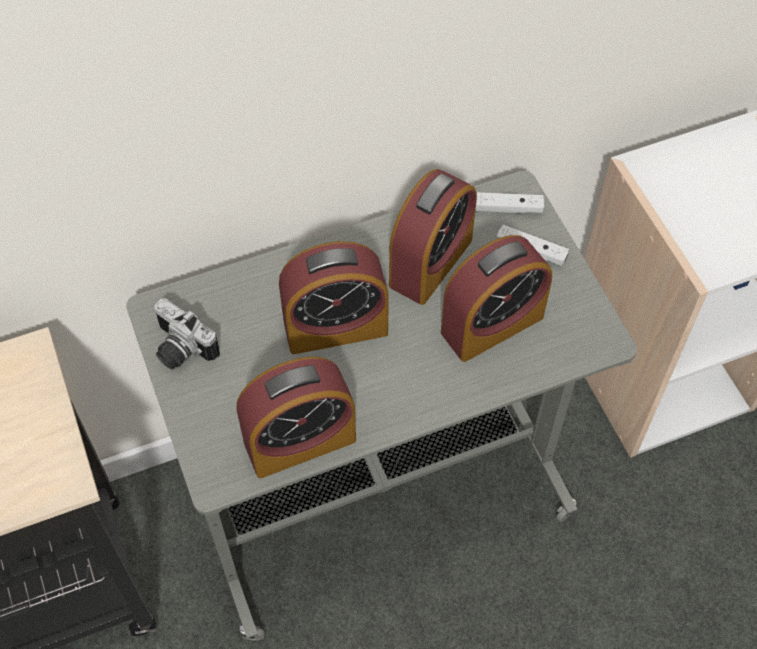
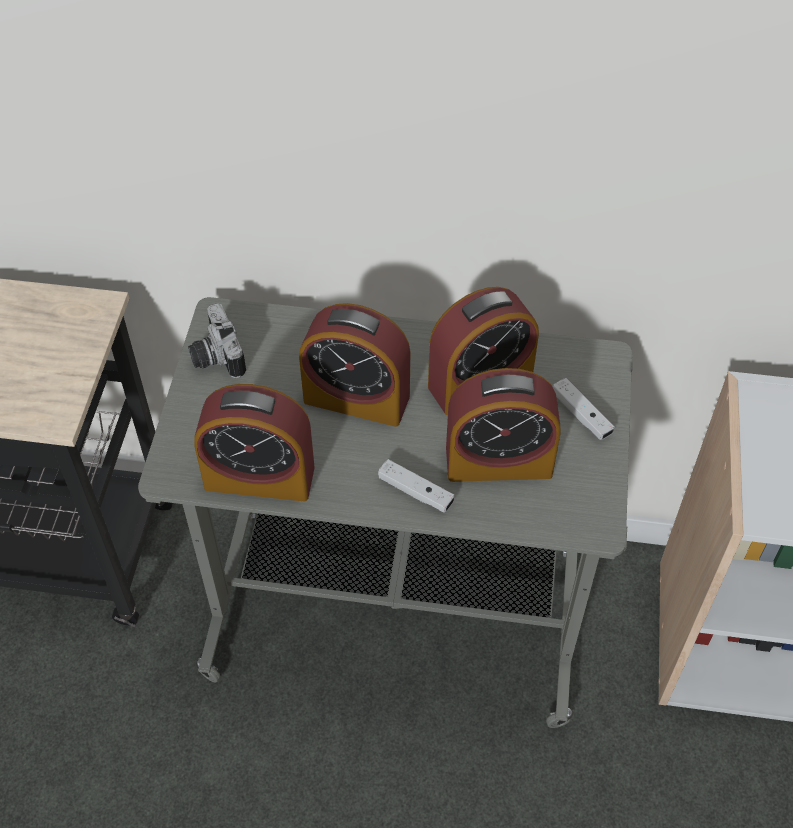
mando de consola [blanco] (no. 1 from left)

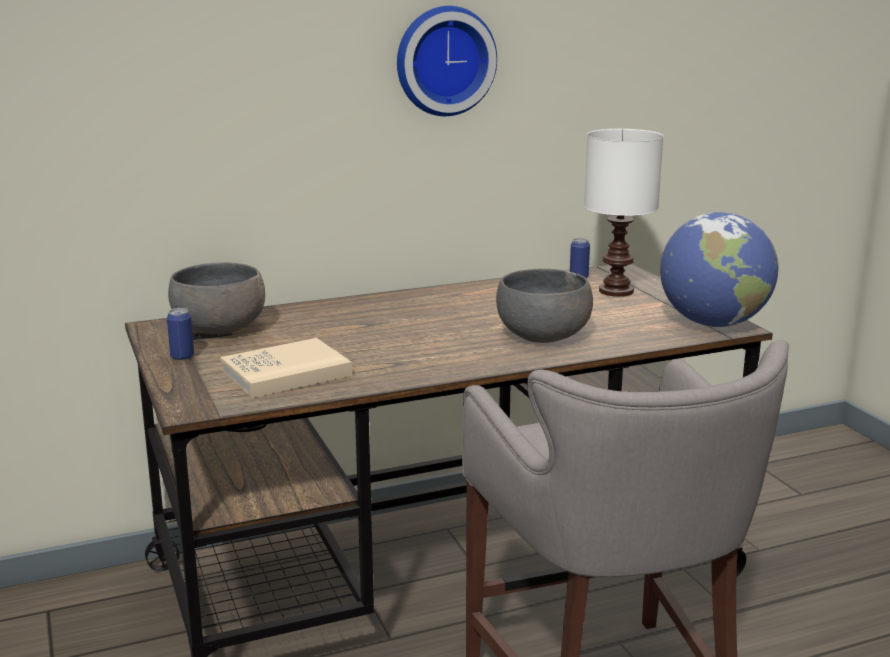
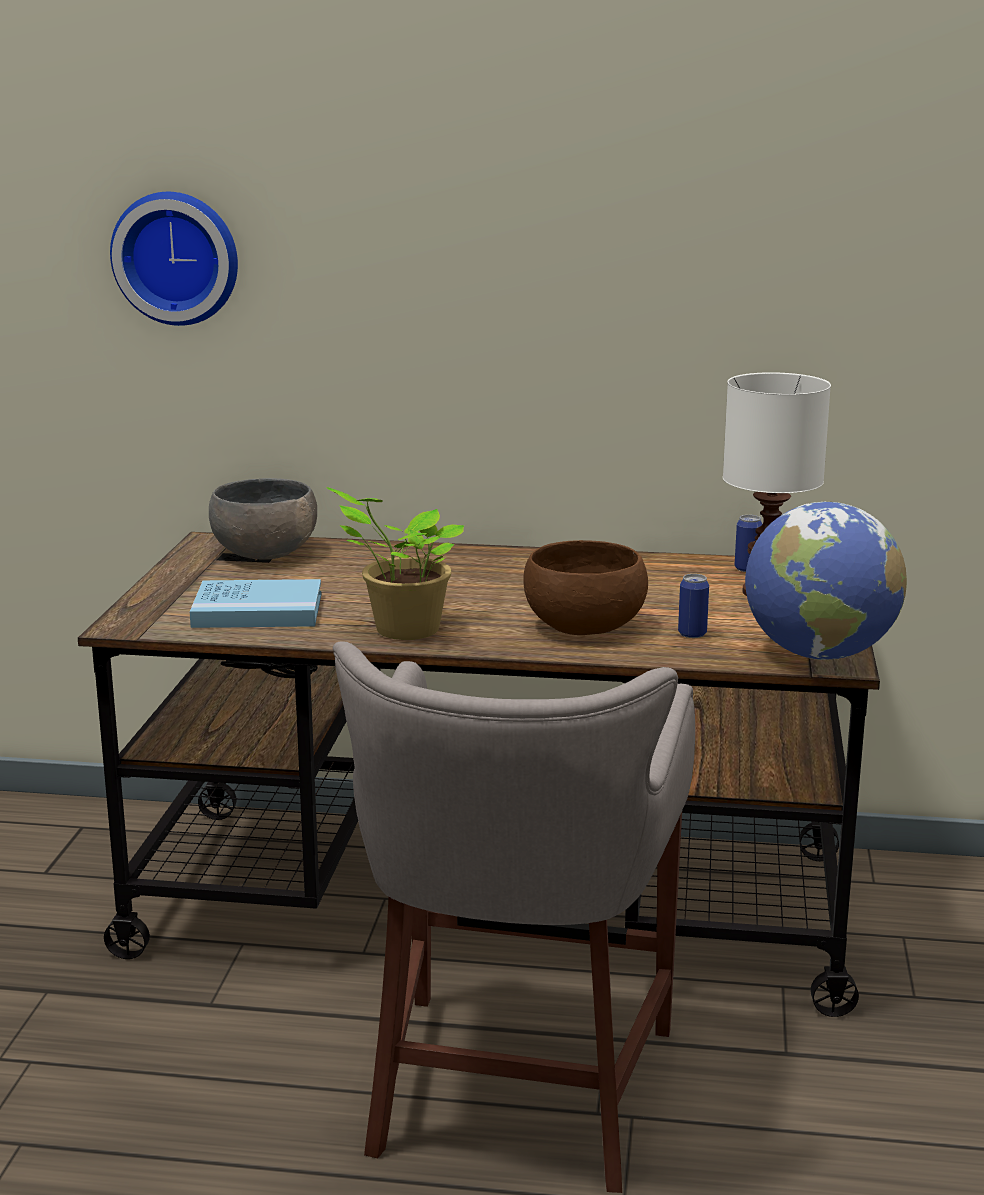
reloj de pared
cuenco [marrón]
lata (no. 1 from left)
libro [azul]
planta en maceta

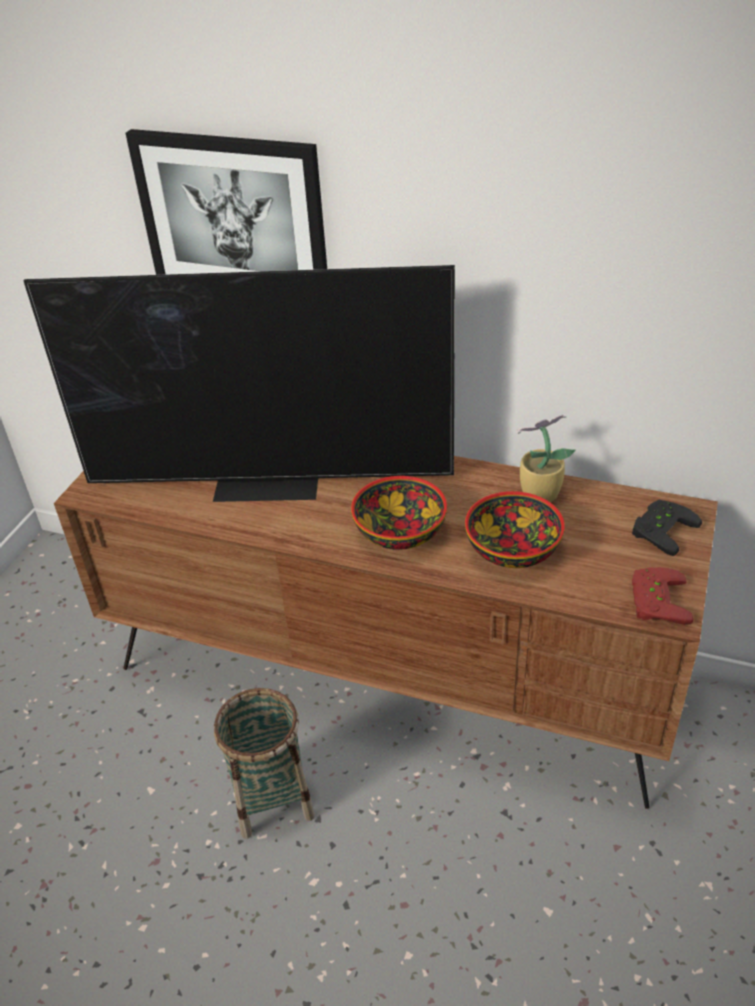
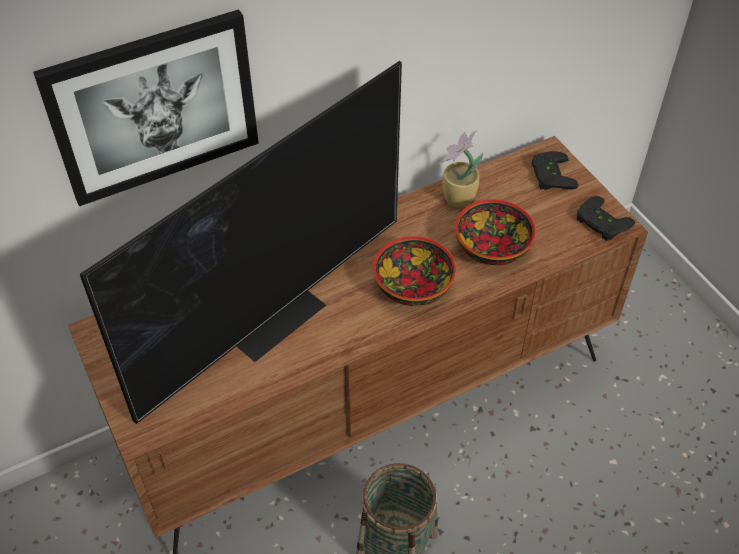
mando de consola [negro] (no. 2 from left)

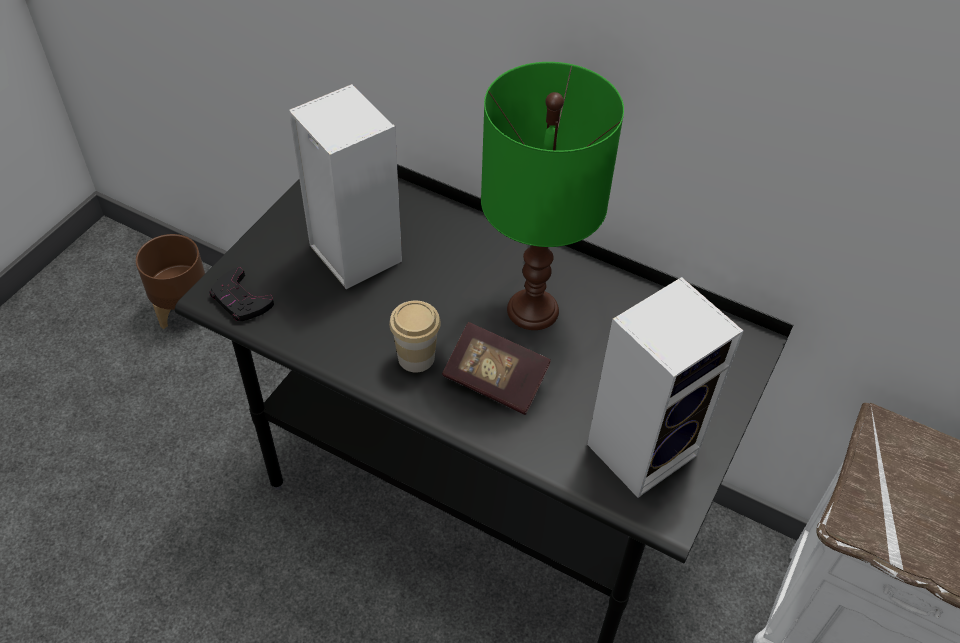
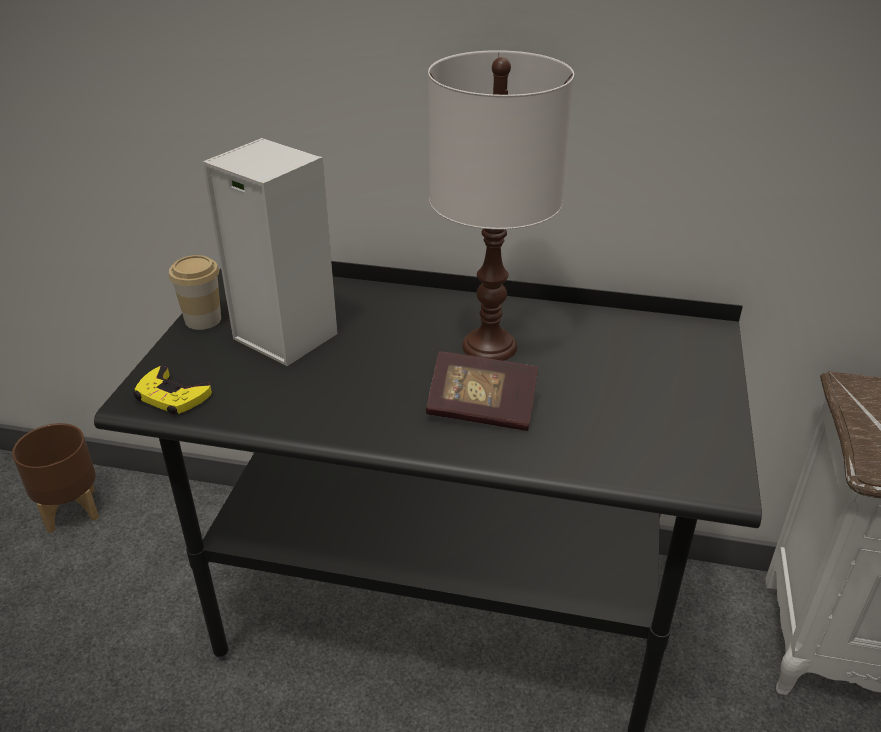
lámpara de mesa [blanco]
mando de consola [amarillo]
altavoz (no. 2 from left in the first image)
taza

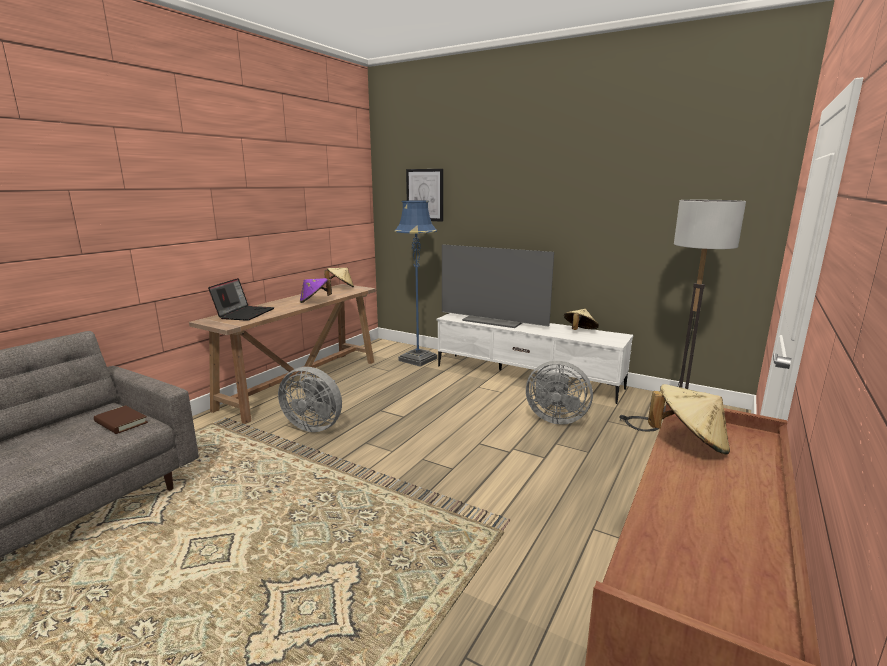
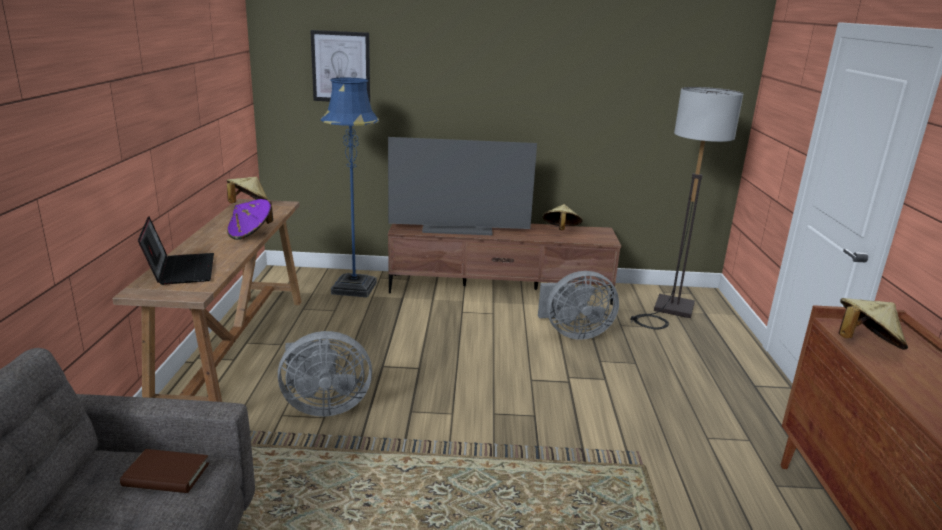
mueble de televisión [marrón]

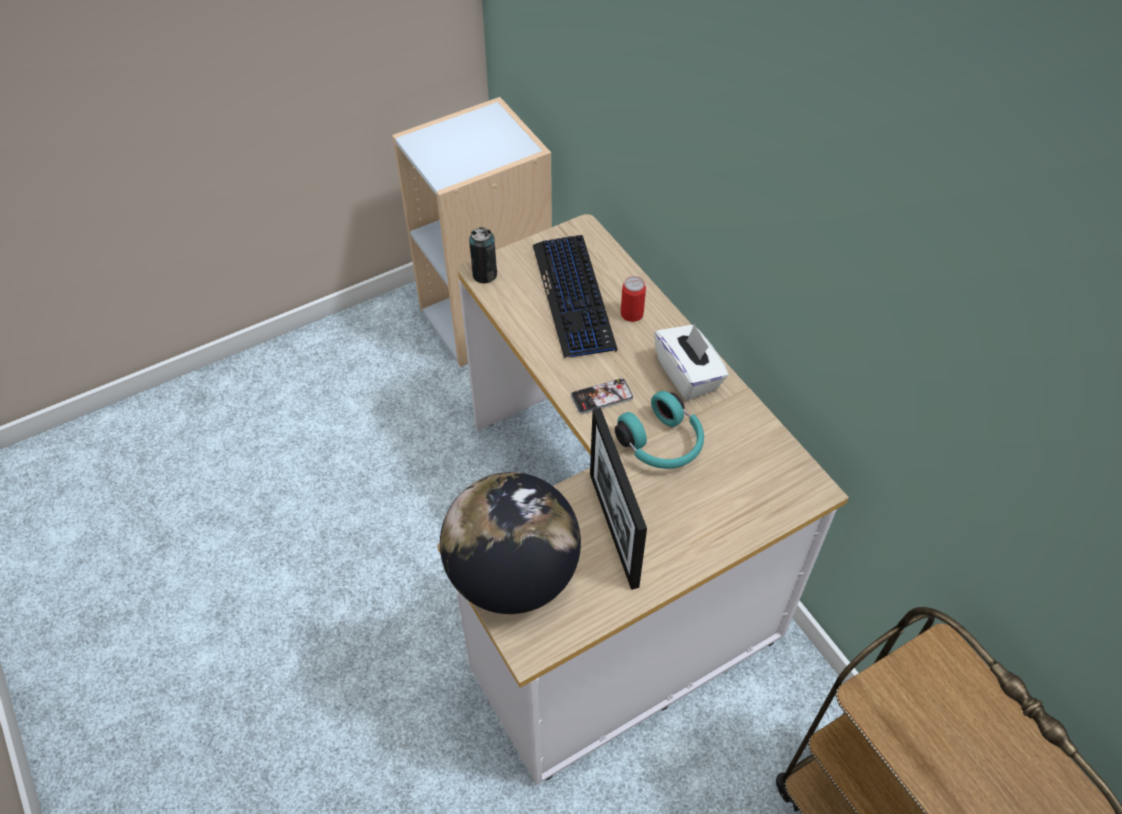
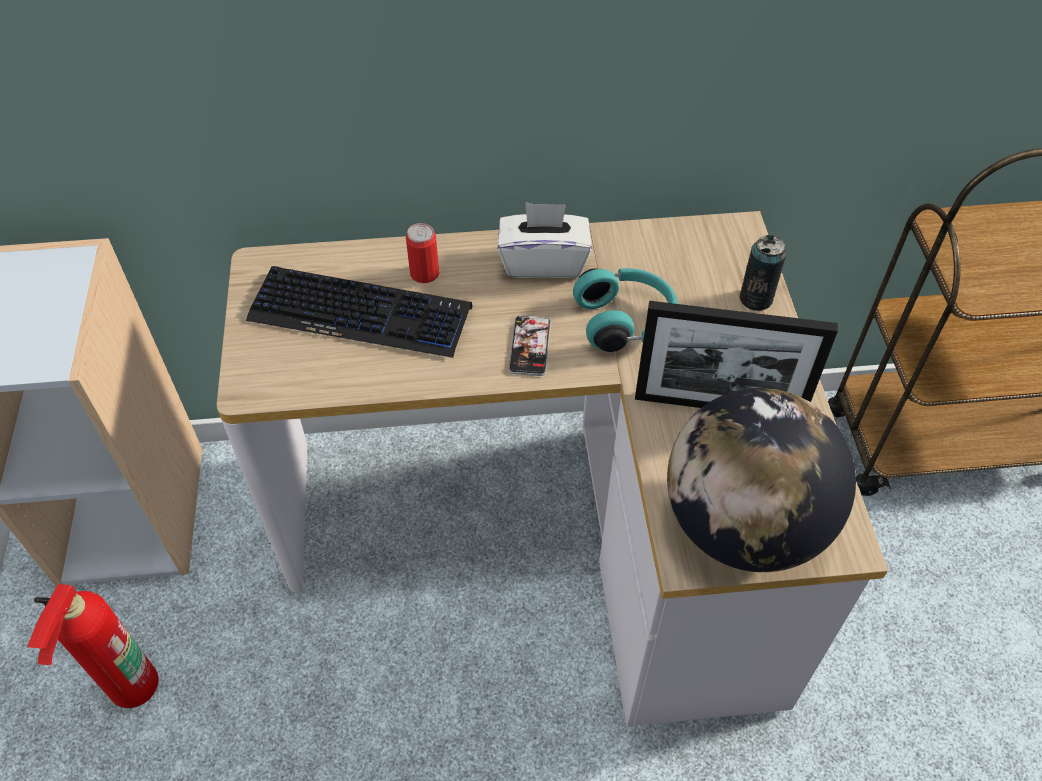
lata (no. 2 from left)
extintor

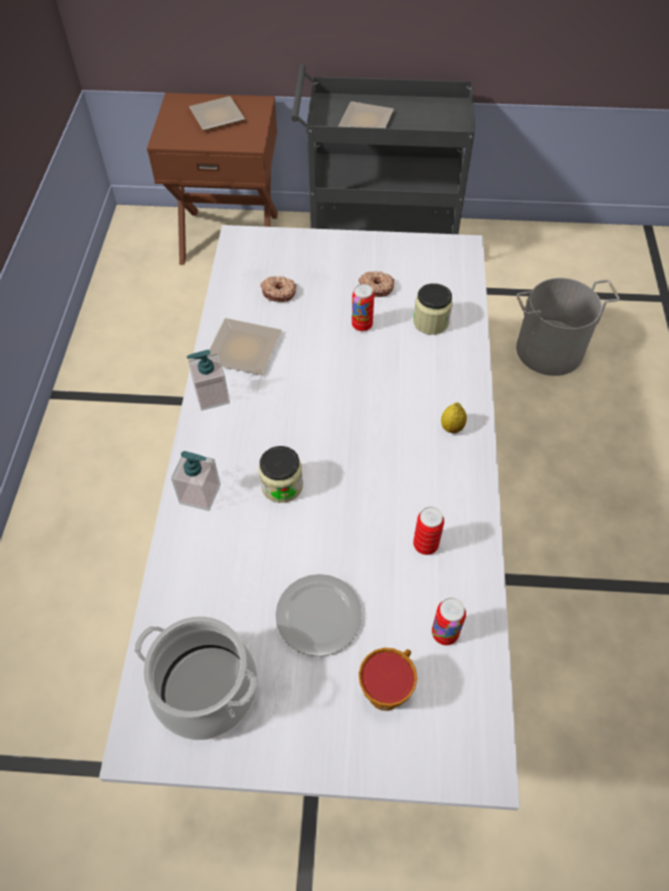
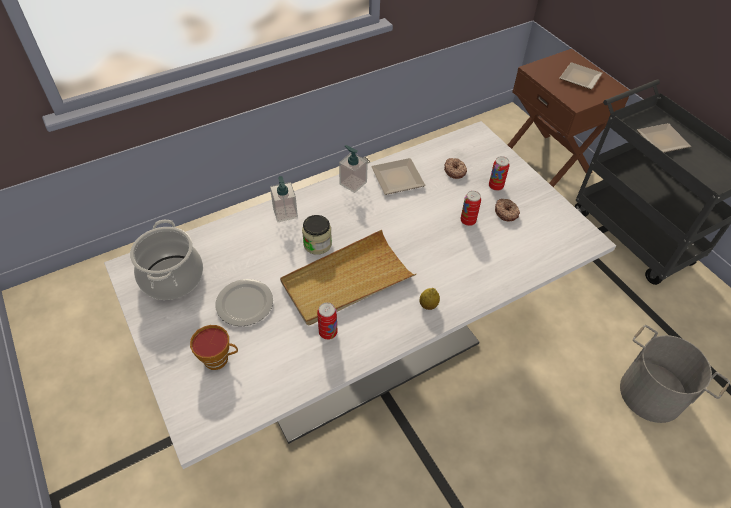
tarro (no. 2 from left in the first image)
lata (no. 3 from left)
bandeja [beis]

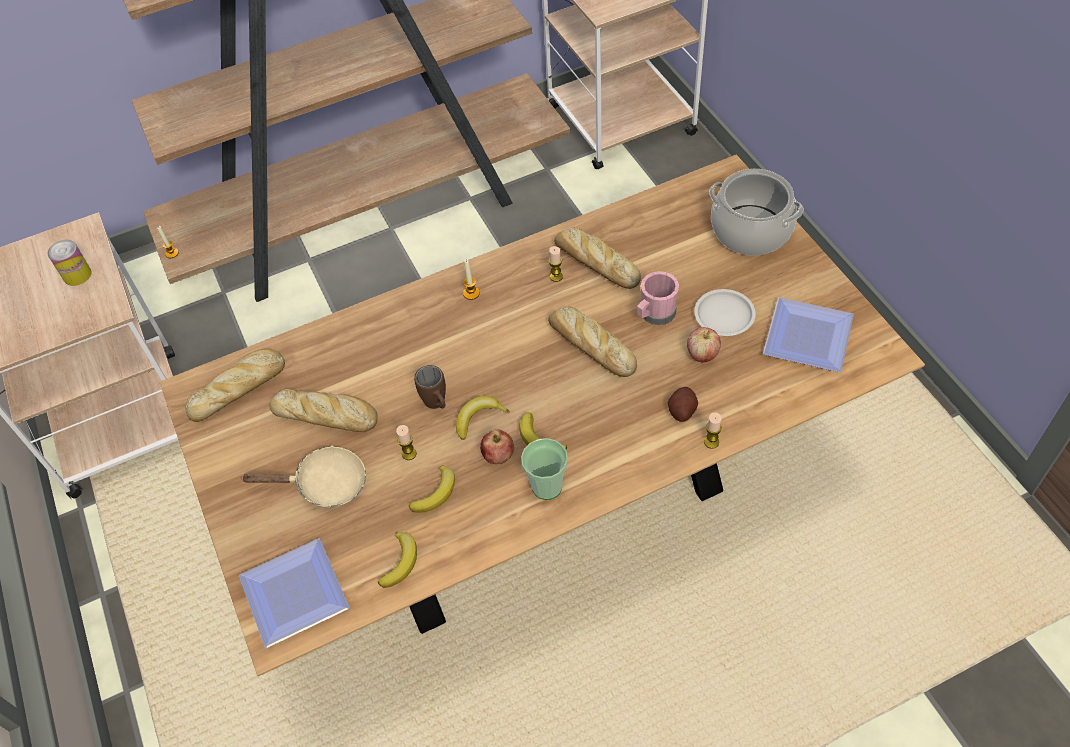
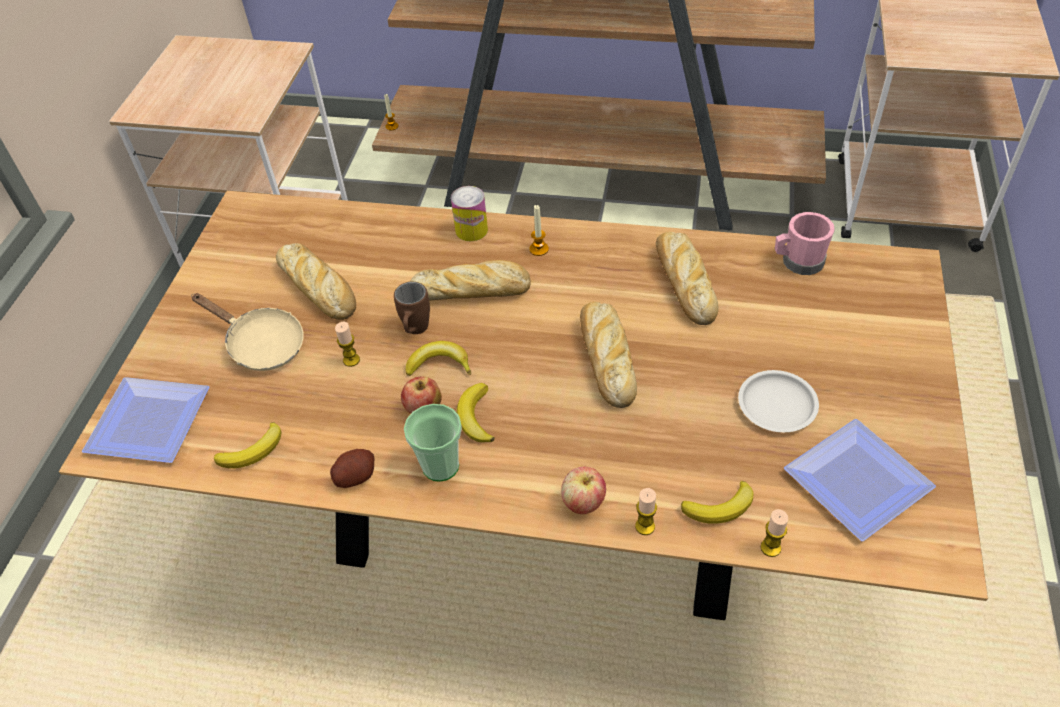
olla
lata
vela (no. 5 from left)
taza grande [rosa]
manzana (no. 2 from left)
pan (no. 2 from left)
patata
plátano (no. 4 from left)

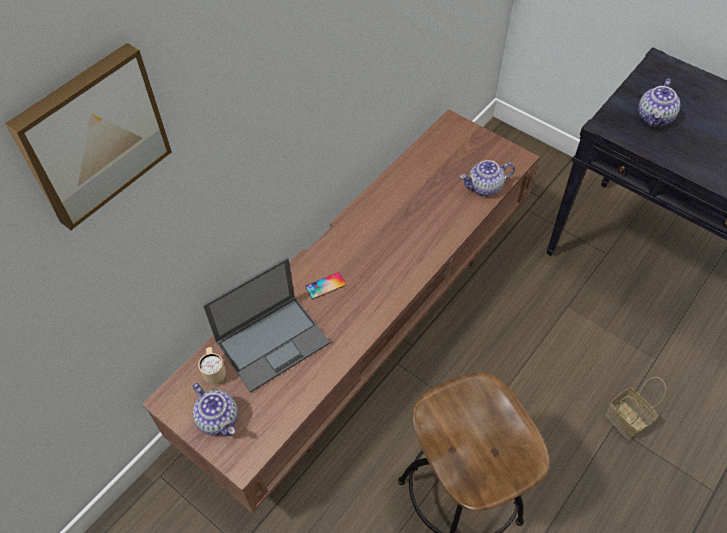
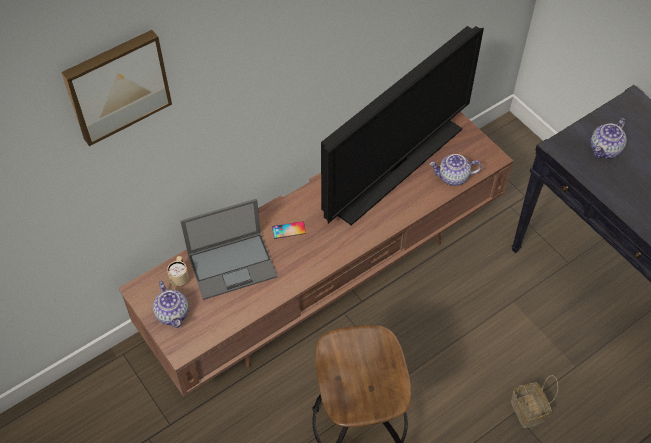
televisor

